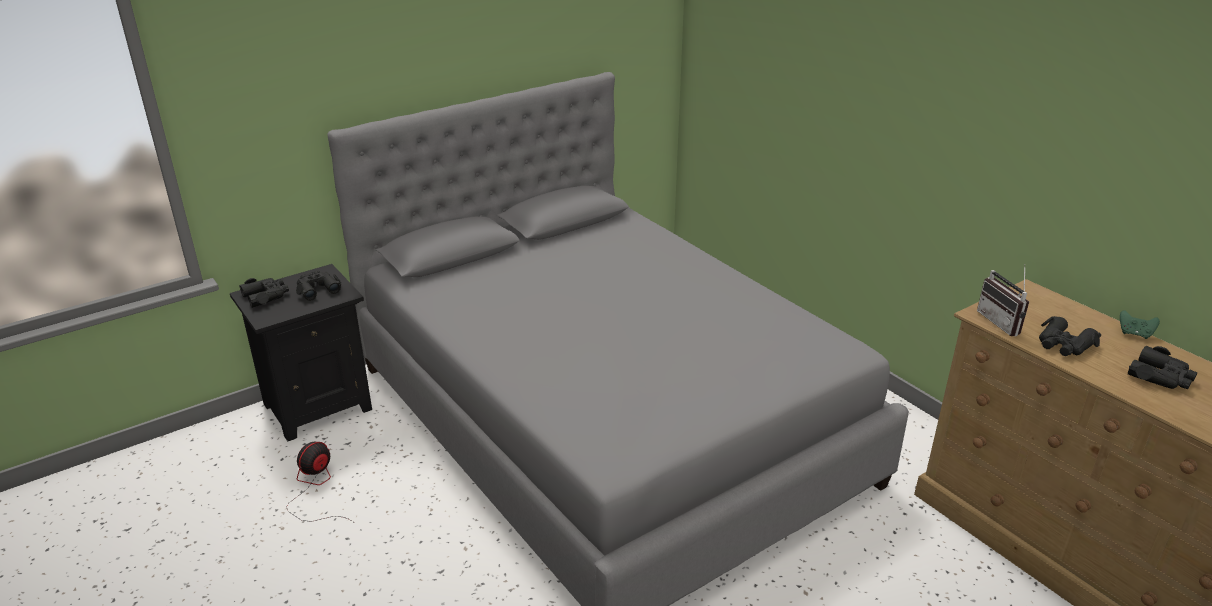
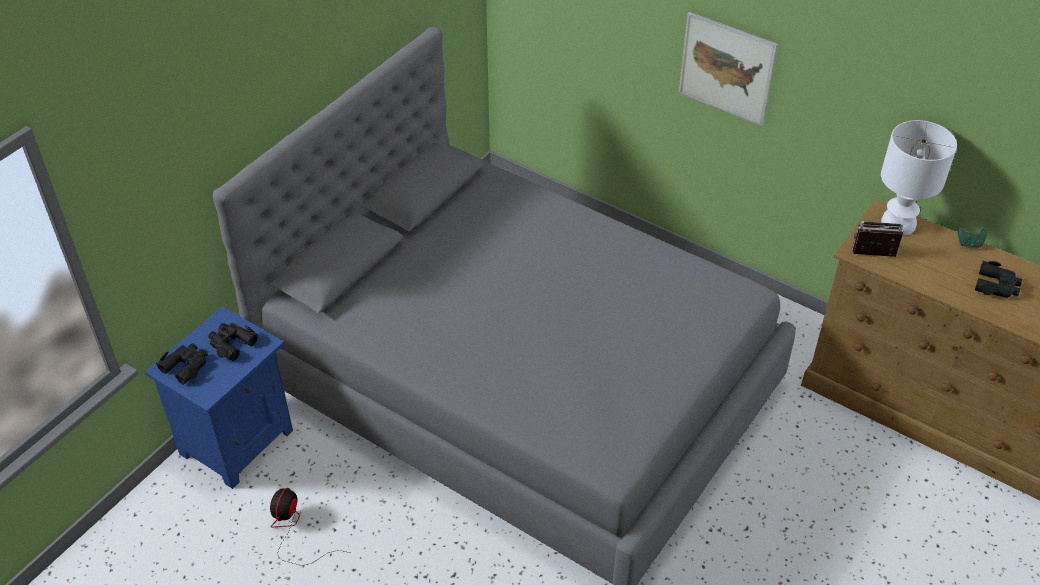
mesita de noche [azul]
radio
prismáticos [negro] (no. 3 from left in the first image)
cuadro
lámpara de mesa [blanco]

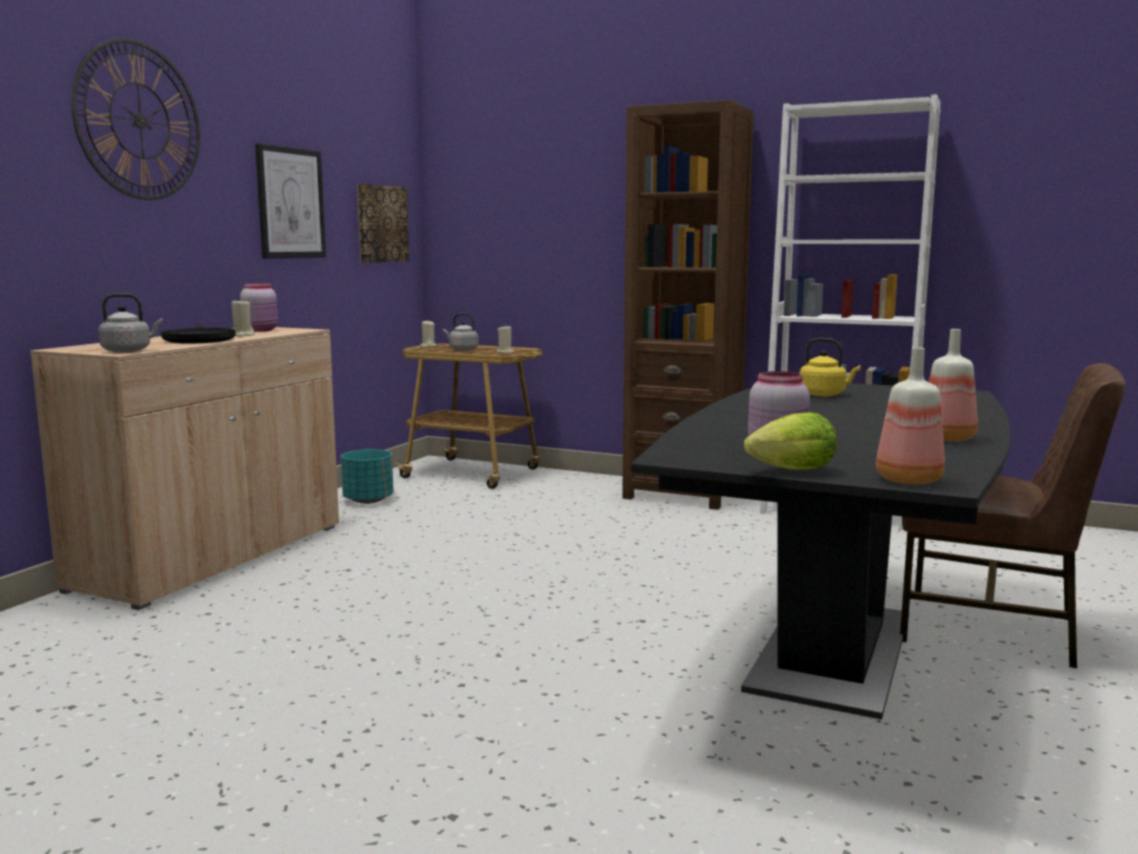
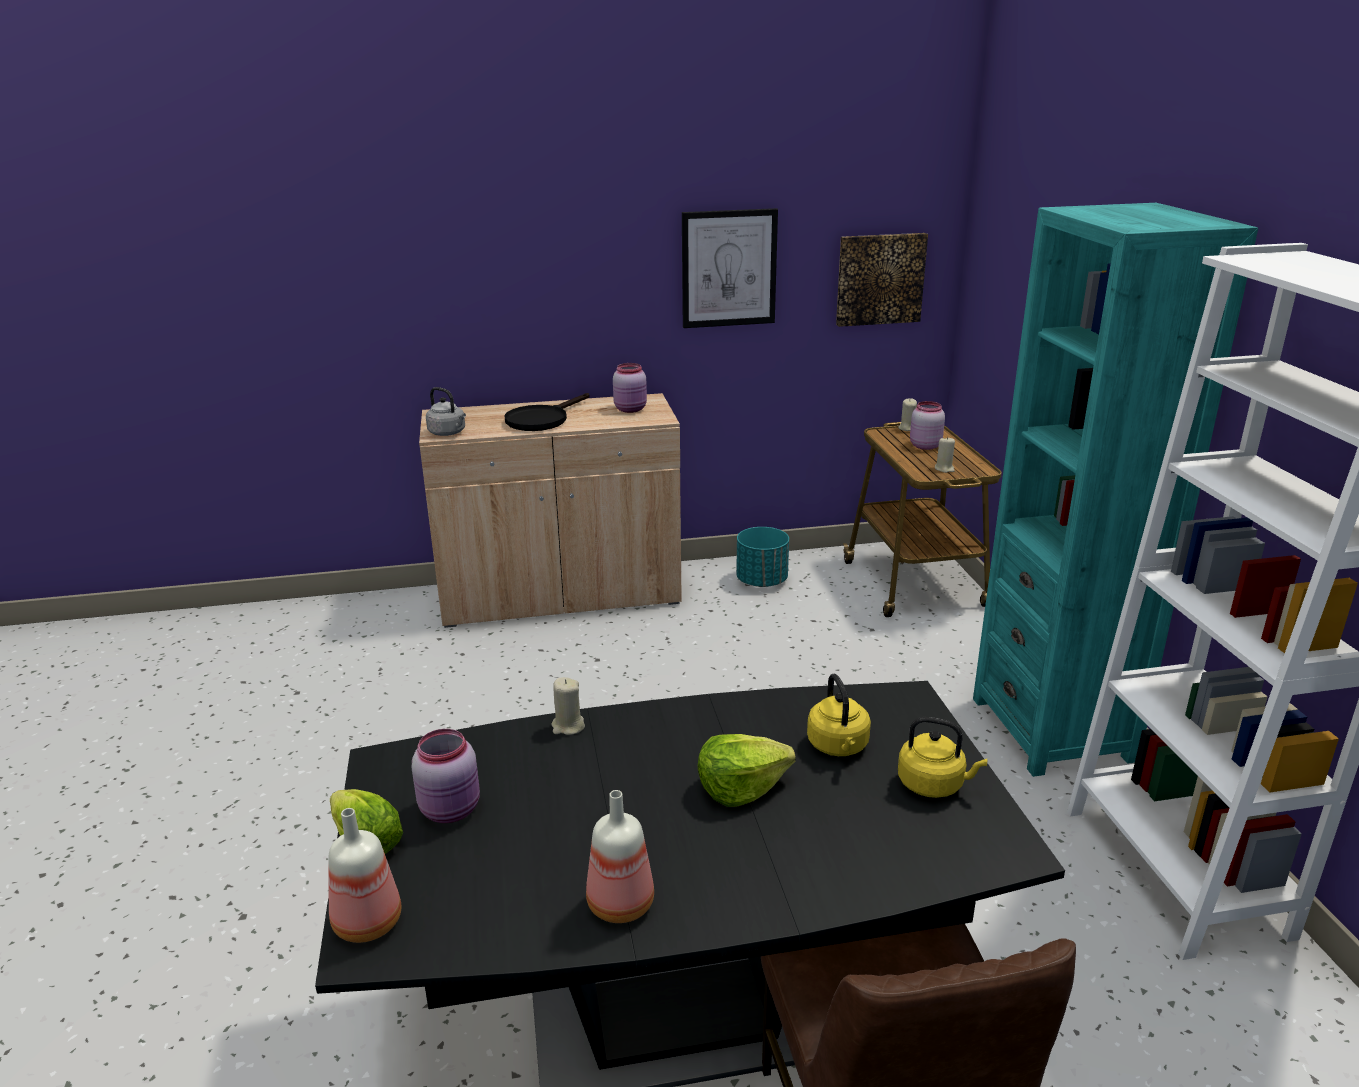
reloj de pared
estantería [turquesa]
vela [beis] (no. 1 from left)
tarro [rosa] (no. 3 from left)
hervidor [amarillo] (no. 2 from left)
lechuga (no. 2 from left)

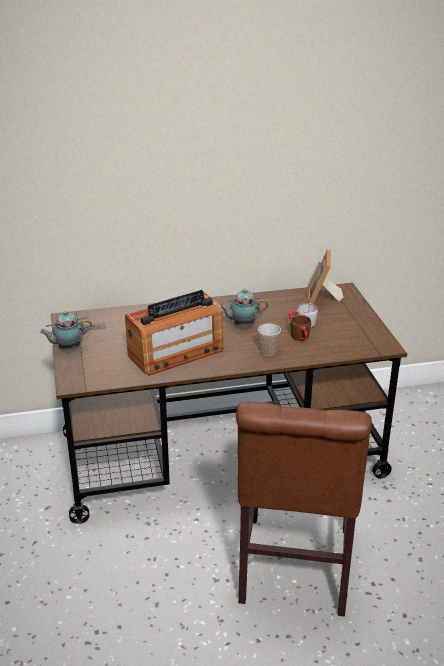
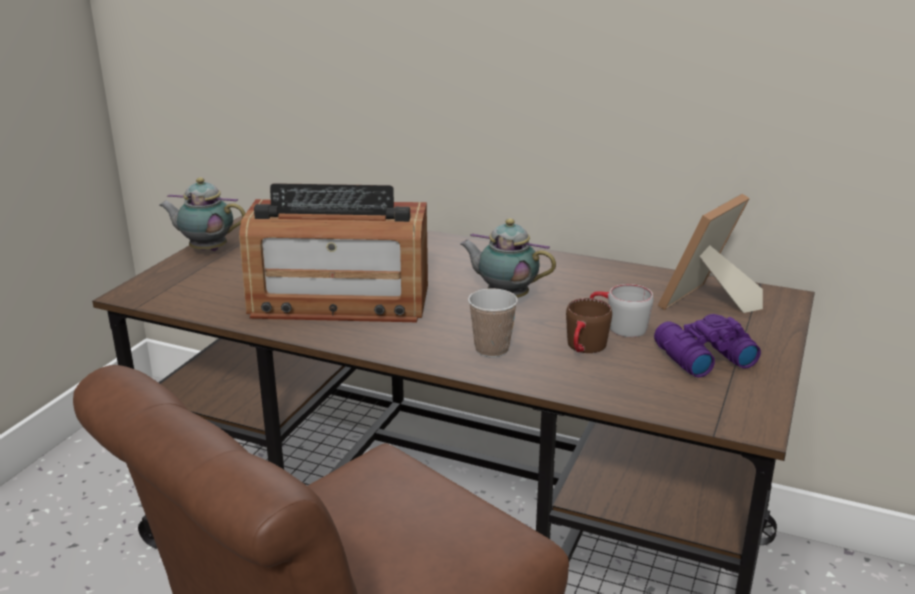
prismáticos [morado]

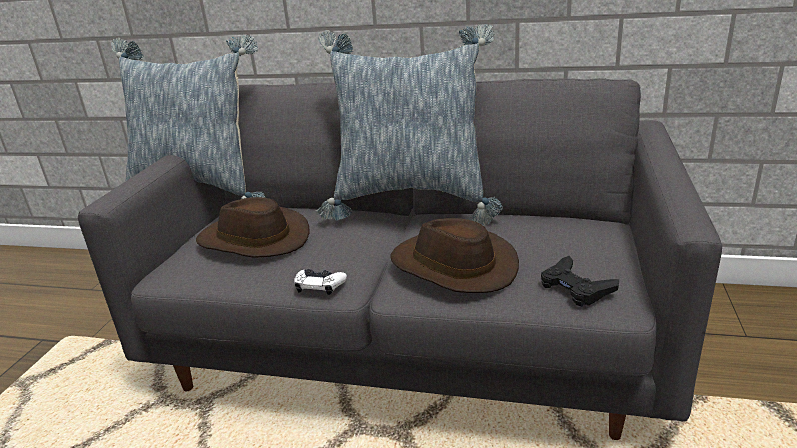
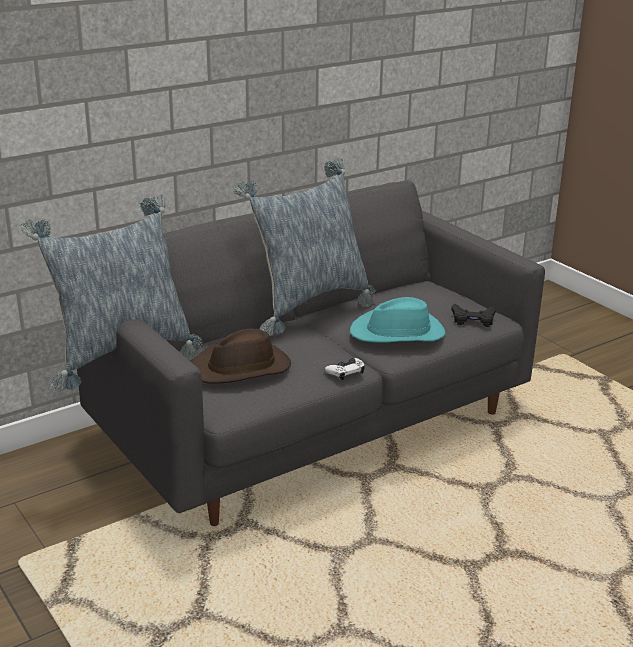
sombrero [turquesa]

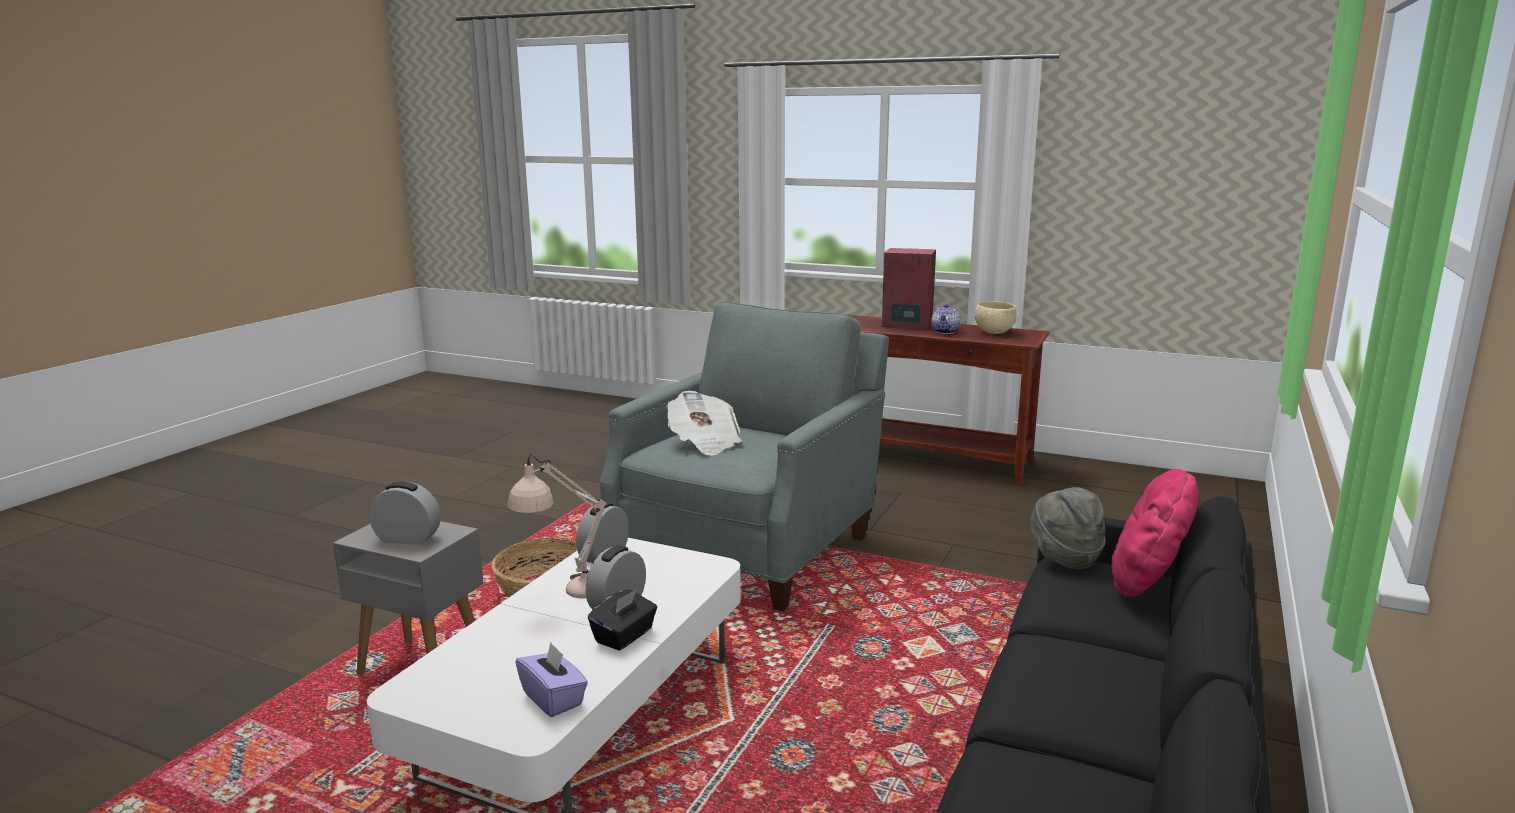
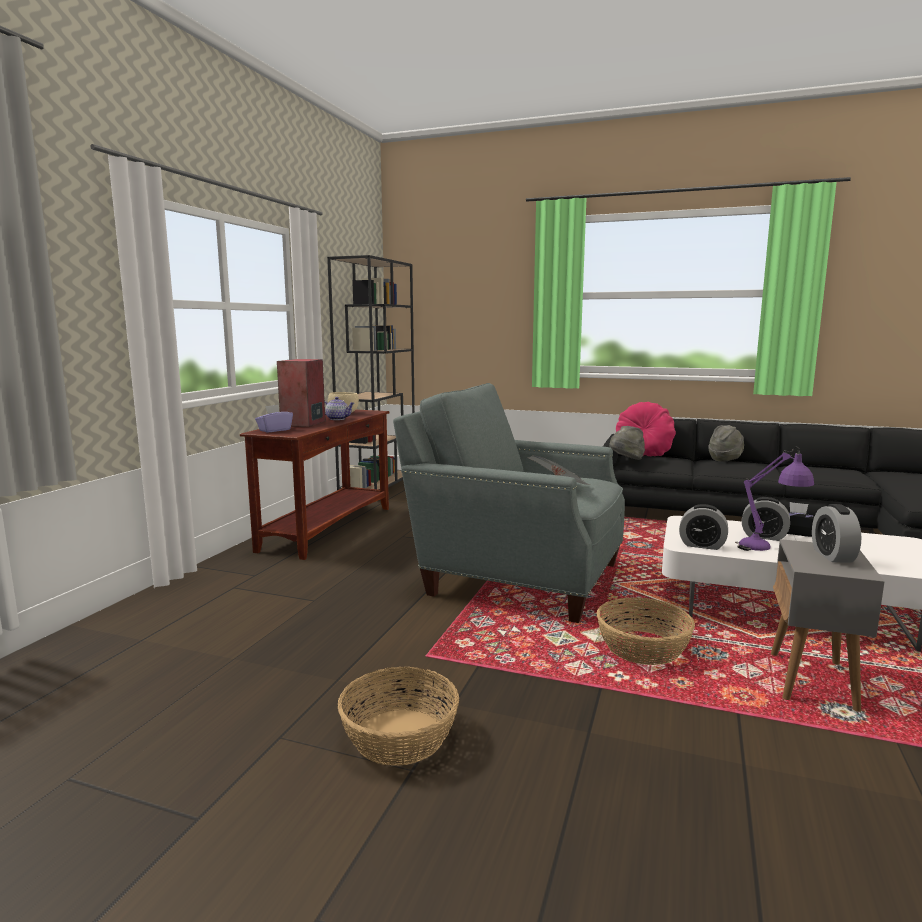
lámpara de mesa [morado]
caja de pañuelos [morado]
estantería
sombrero [gris] (no. 2 from left)
cesta (no. 1 from left)

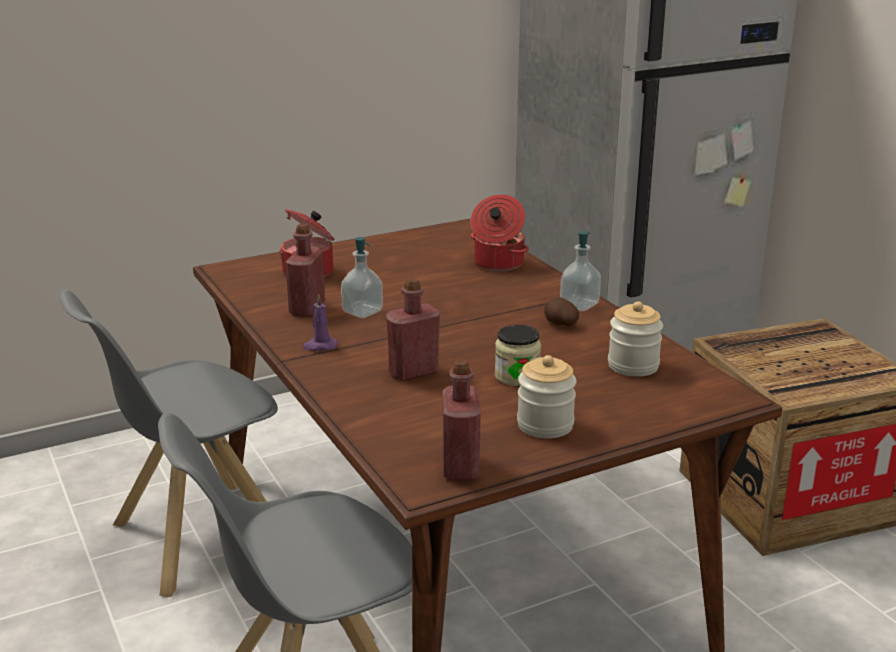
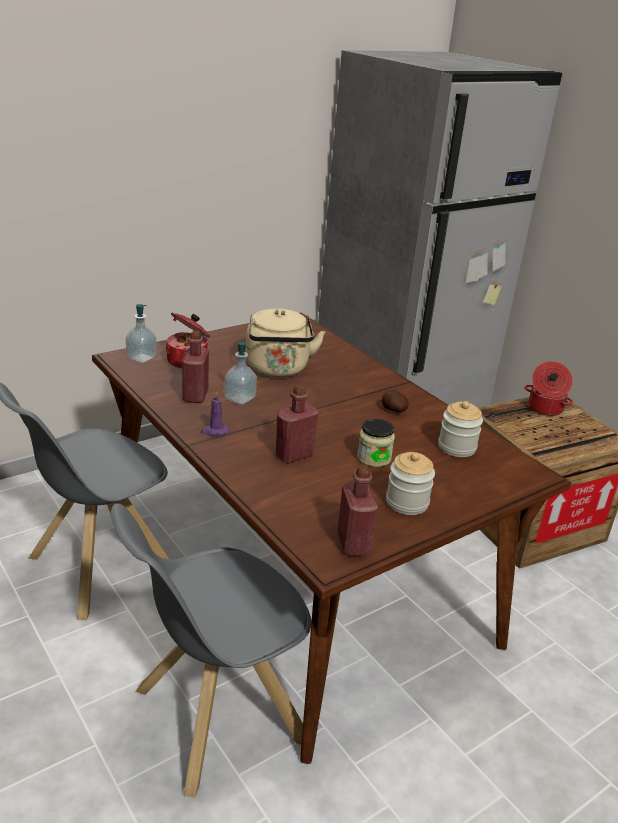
olla (no. 2 from left)
dispensador de jabón (no. 1 from left)
hervidor [beis]

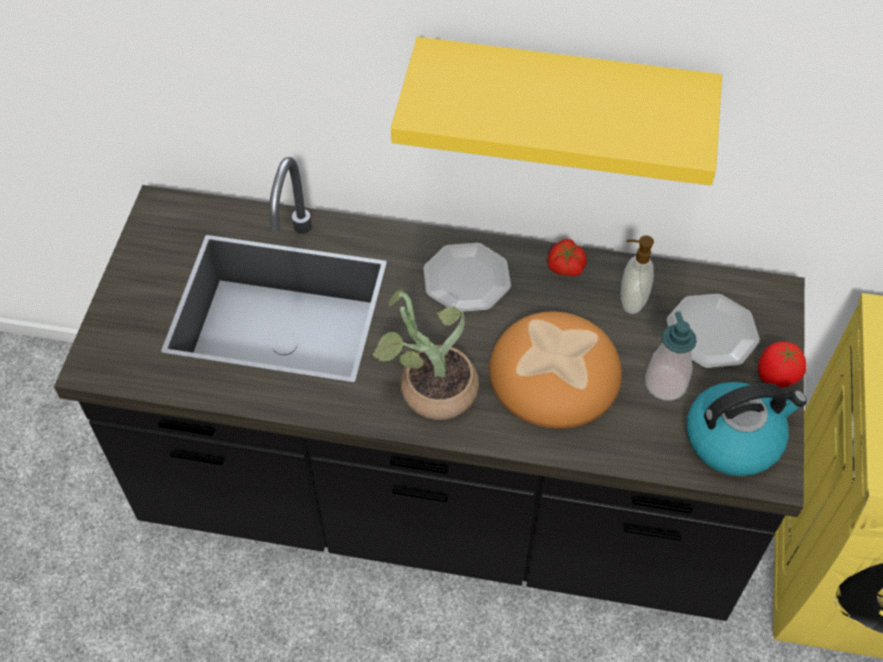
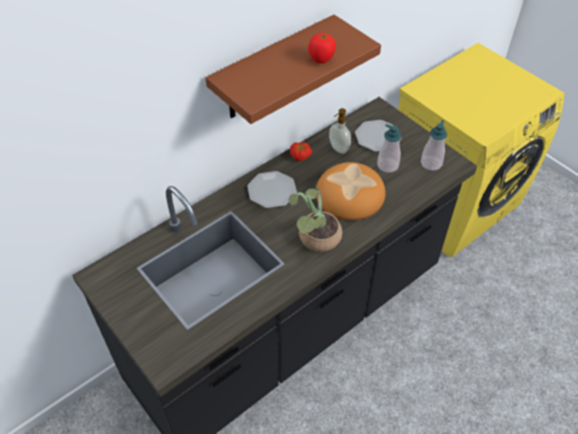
estante [marrón]
tomate (no. 2 from left)
dispensador de jabón (no. 3 from left)

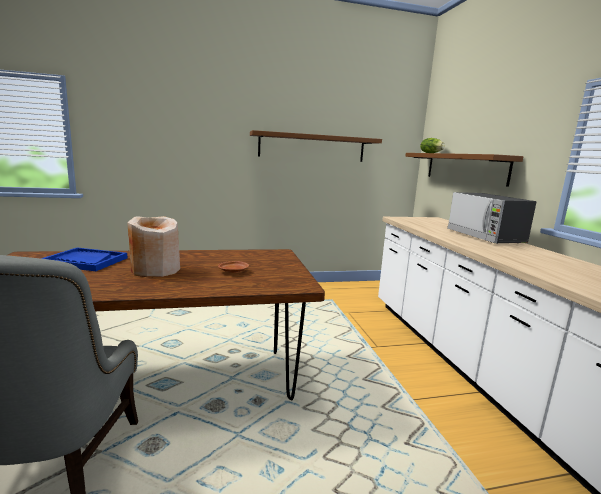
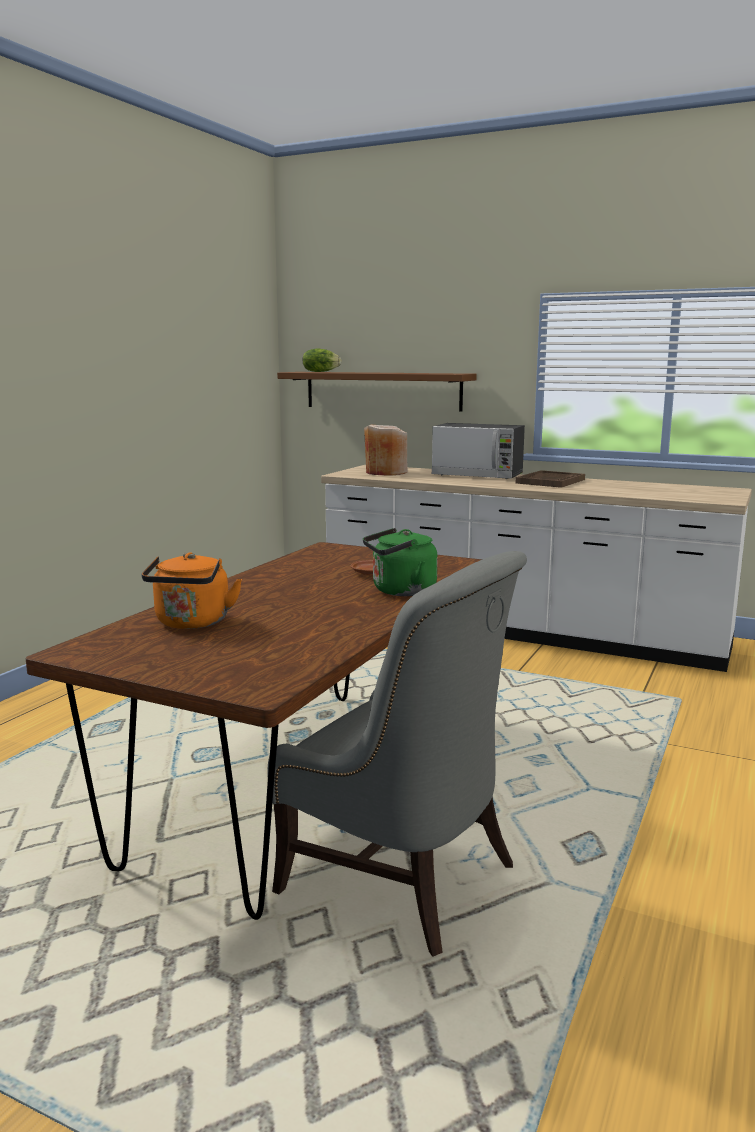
estante [marrón] (no. 1 from left in the first image)
florero [beis]
hervidor [naranja]
bandeja [marrón]
hervidor [verde]

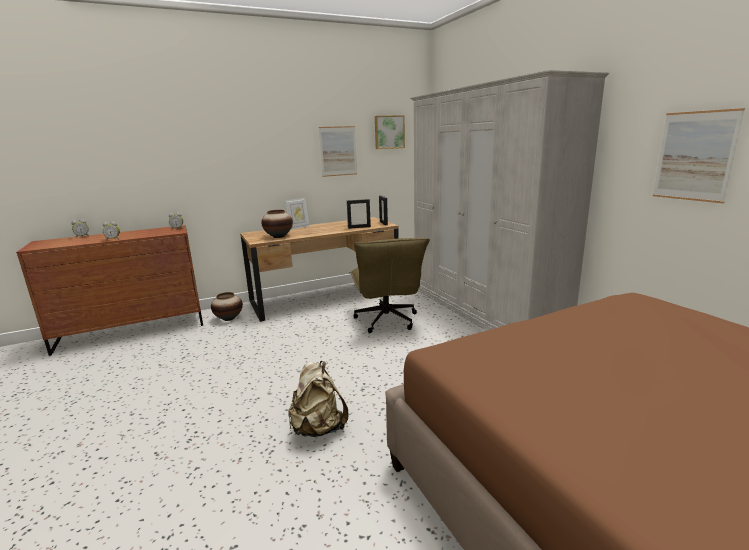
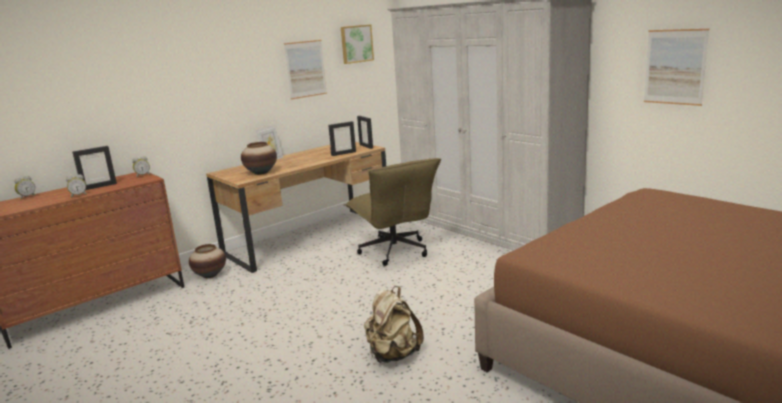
portarretratos (no. 1 from left)

